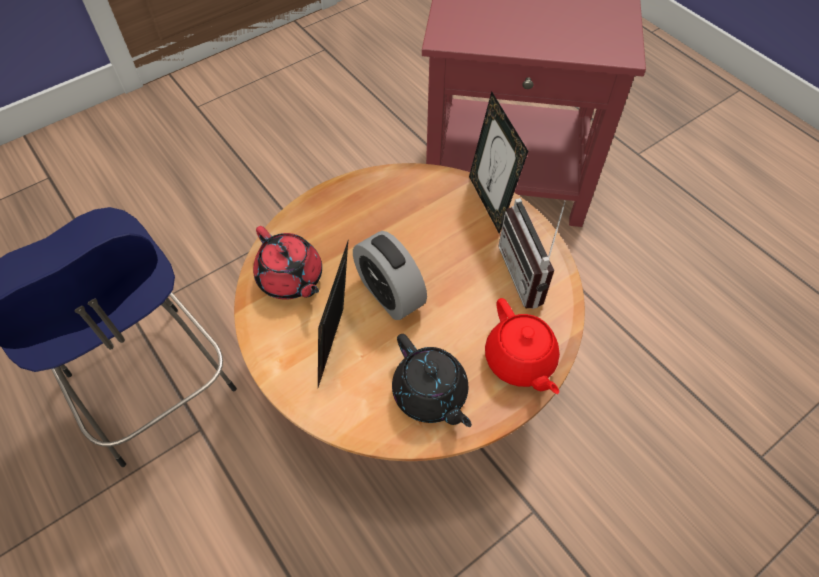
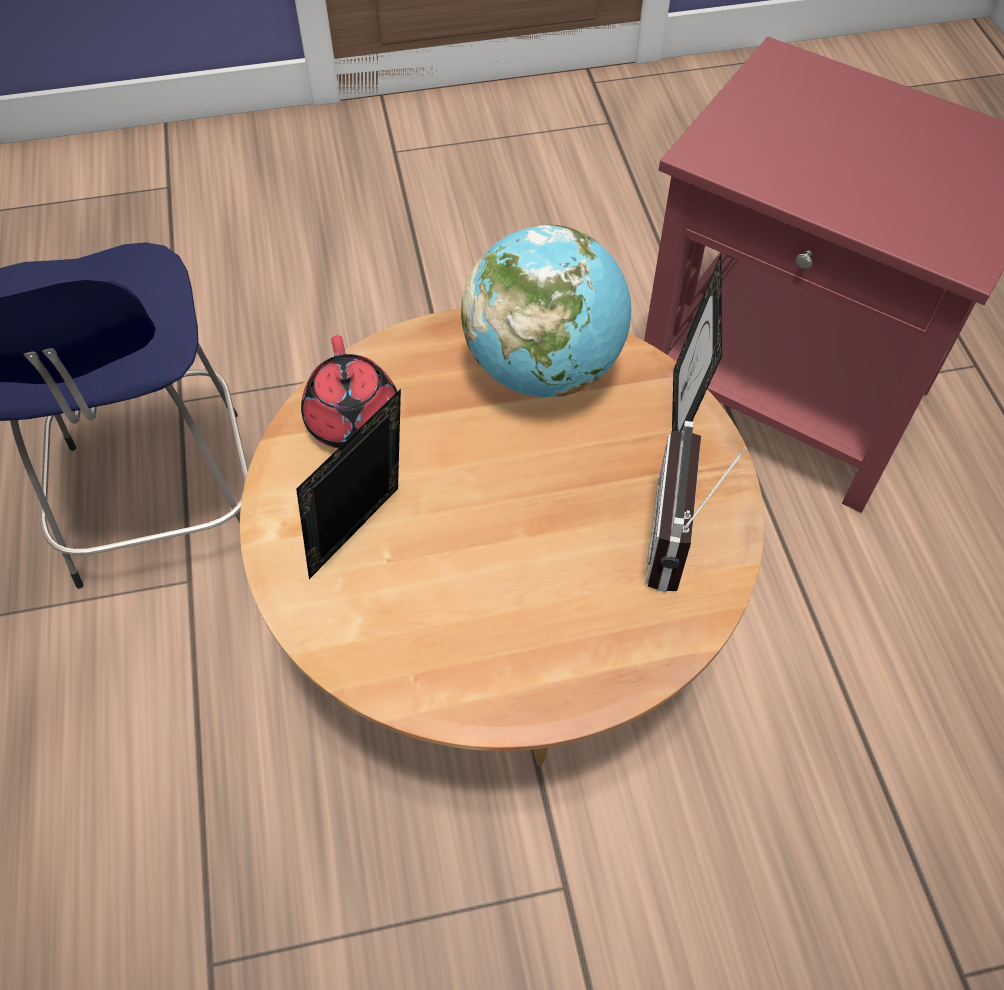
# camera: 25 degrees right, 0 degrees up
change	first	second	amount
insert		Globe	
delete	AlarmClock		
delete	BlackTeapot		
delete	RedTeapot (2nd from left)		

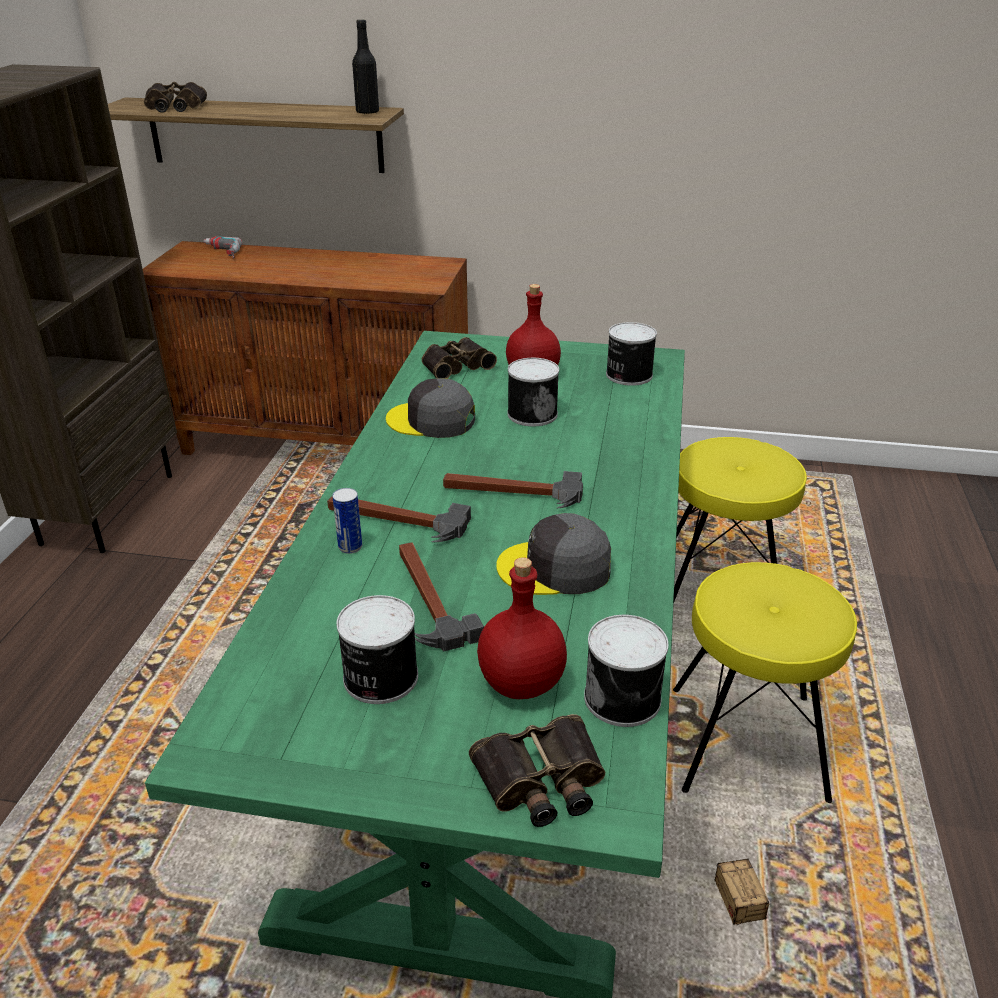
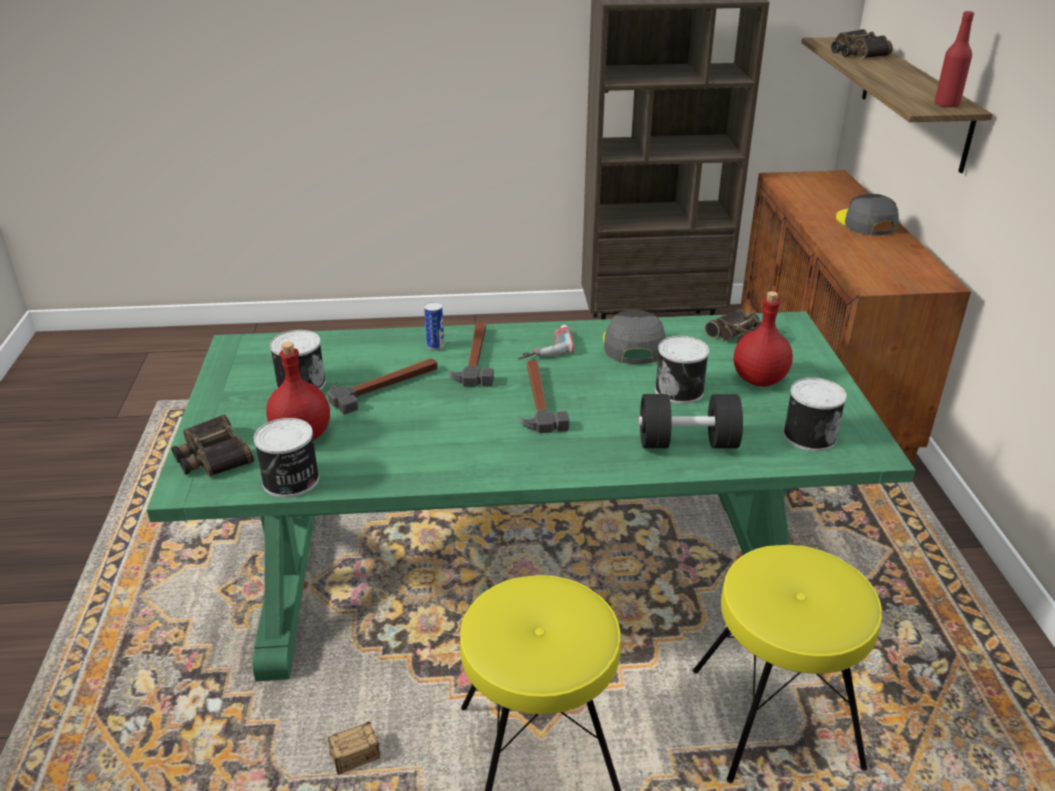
# camera: 75 degrees right, 0 degrees up
change	first	second	amount
move	PowerDrill		
insert		BlackDumbbell	
move	GreyCap (2nd from left)		
recolor	BlackBottle	RedBottle (3rd from left)	

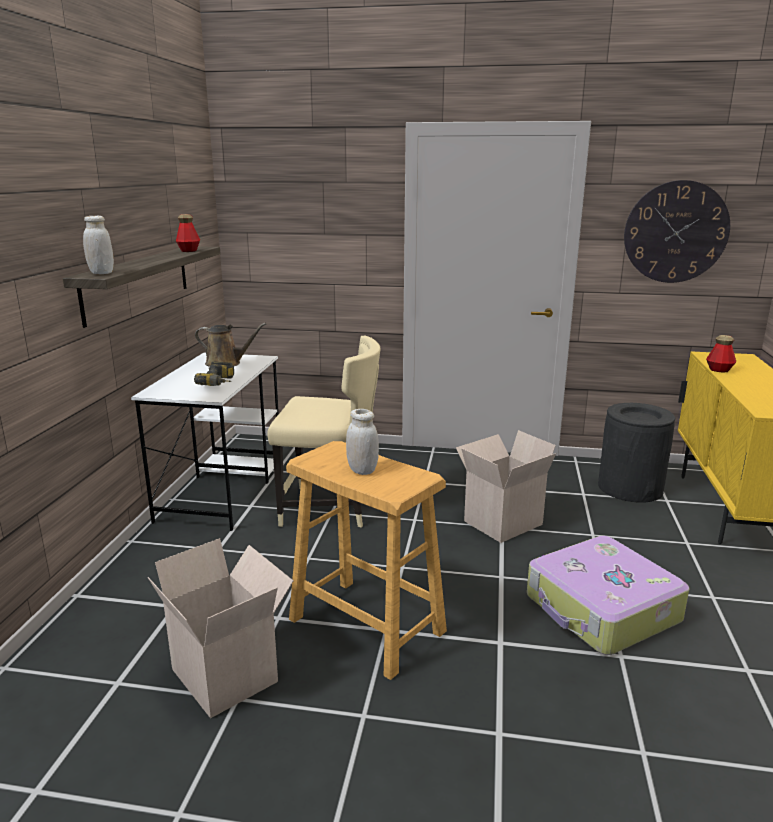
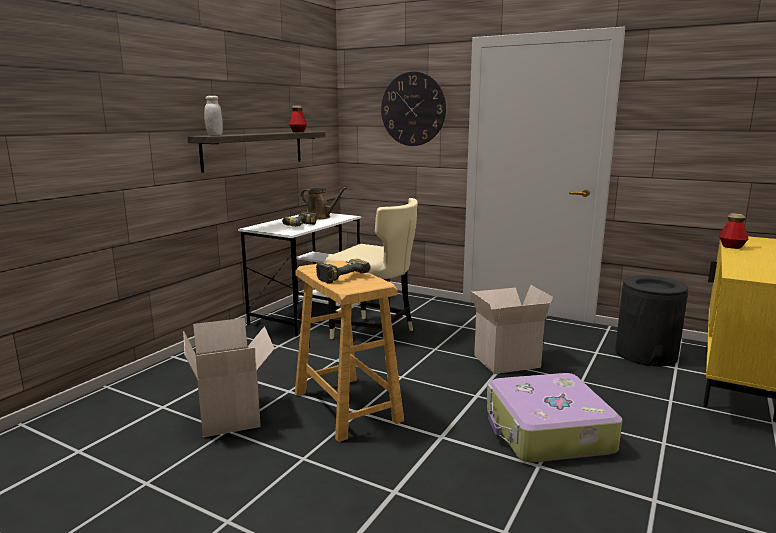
# camera: 20 degrees right, 5 degrees down
change	first	second	amount
replace	WhiteJar (2nd from left)	PowerDrill (2nd from left)	
move	WallClock		

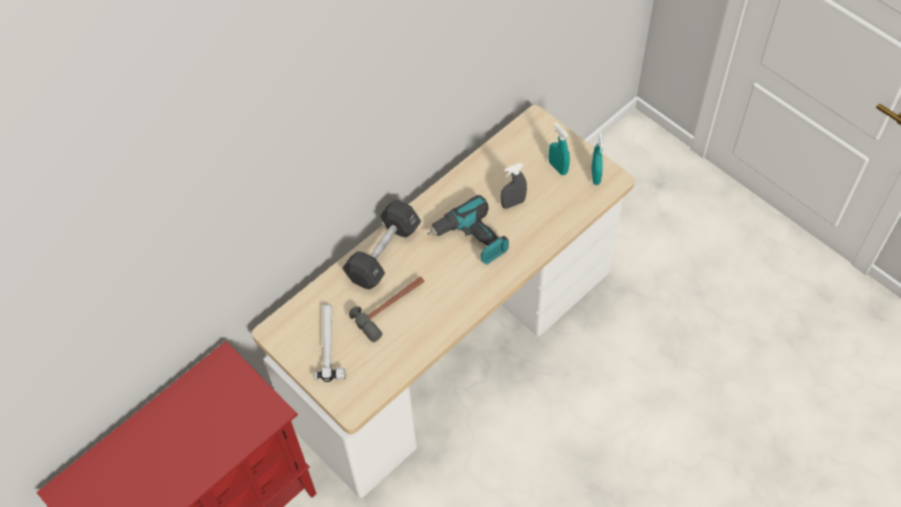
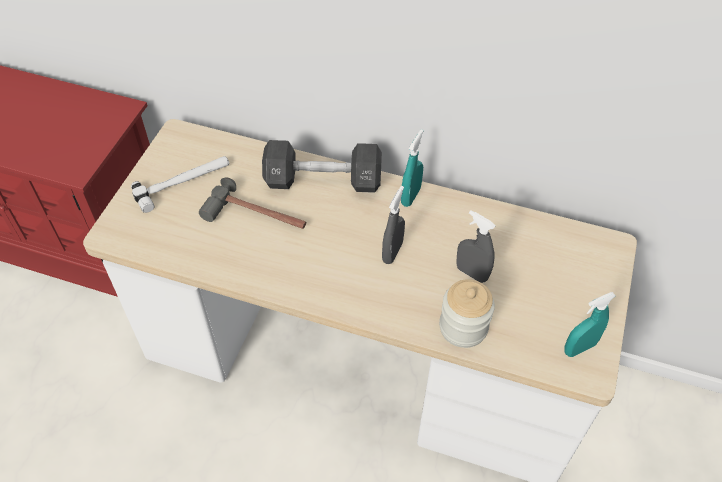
# camera: 60 degrees right, 5 degrees down
change	first	second	amount
replace	PowerDrill	GreySprayBottle (1st from left)	
move	TurquoiseSprayBottle (1st from left)		
insert		Jar	

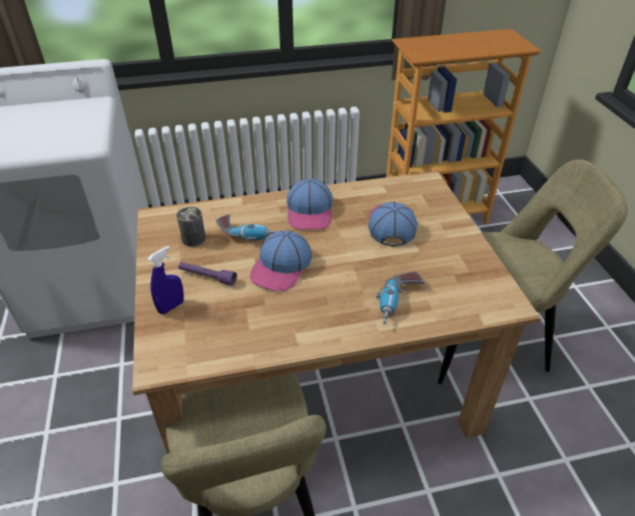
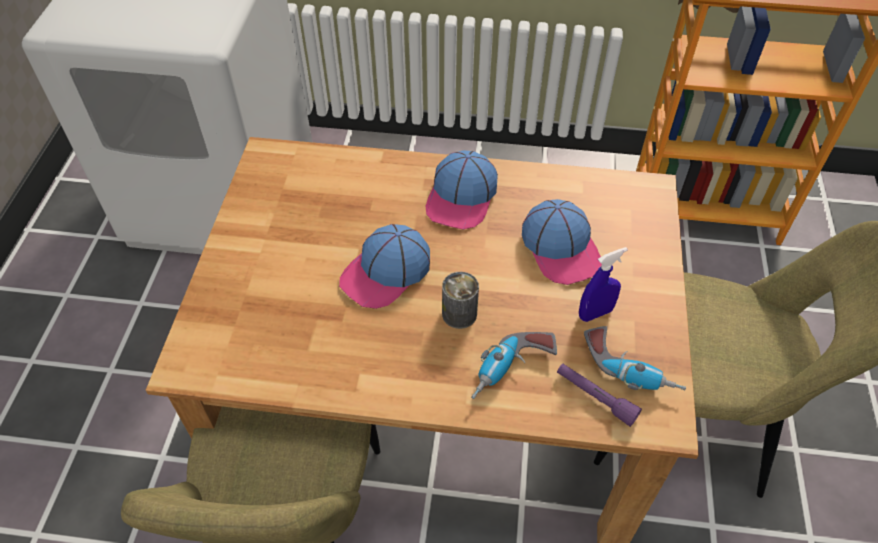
# camera: 20 degrees right, 10 degrees up
change	first	second	amount
move	Can		
rotate	Cap (3rd from left)		135 degrees clockwise
move	PurpleFlashlight		
move	BlueSprayBottle		
move	PowerDrill (1st from left in the first image)	PowerDrill (2nd from left)	

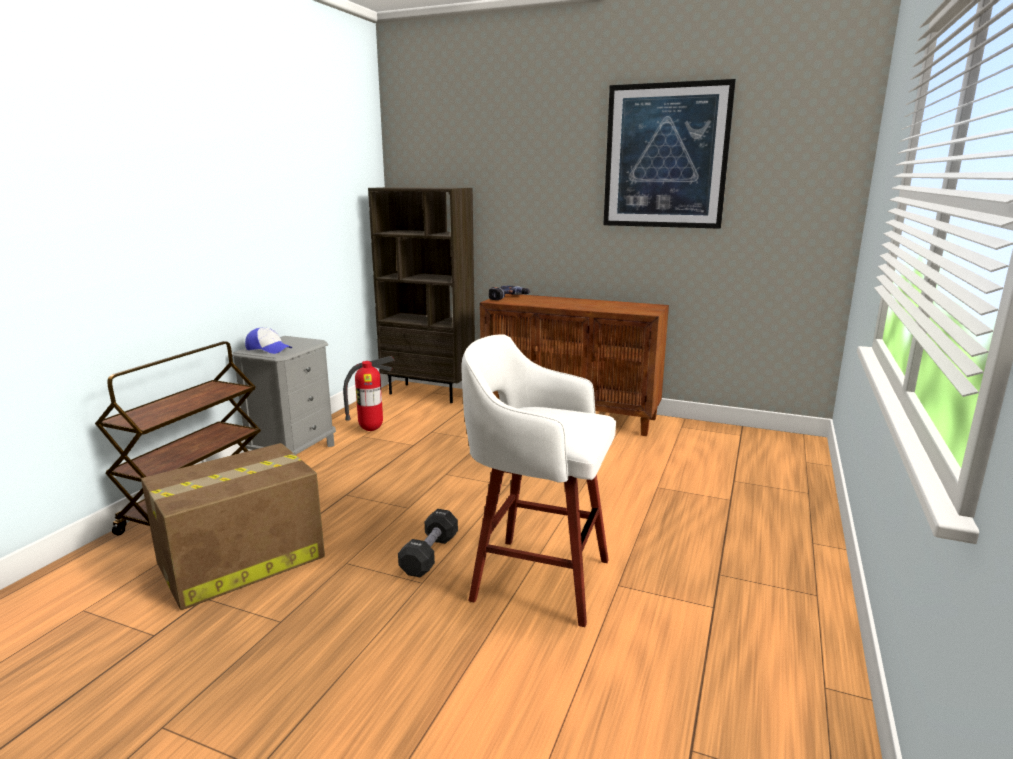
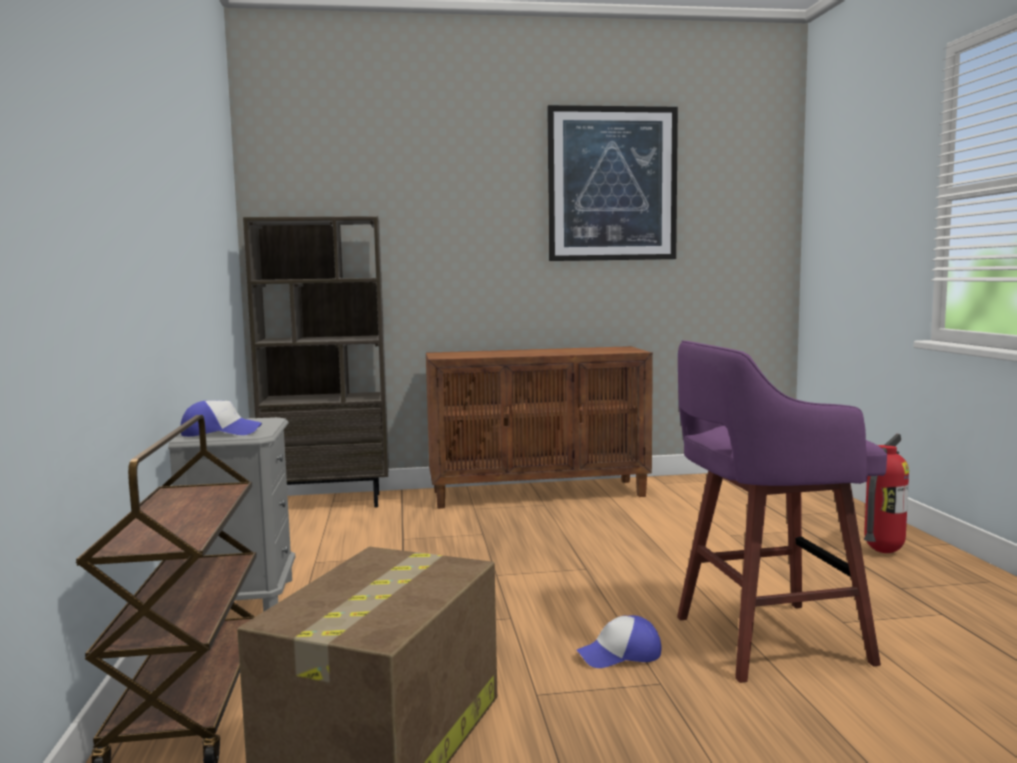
# camera: 30 degrees left, 10 degrees down
change	first	second	amount
replace	BlackDumbbell	Cap (2nd from left)	
recolor	WhiteStool	PurpleStool	
move	FireExtinguisher		
delete	PowerDrill		

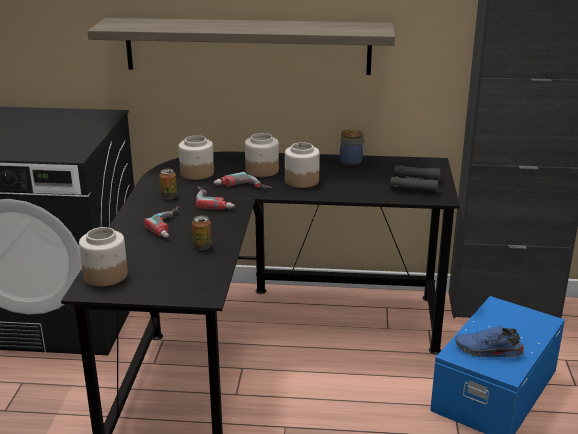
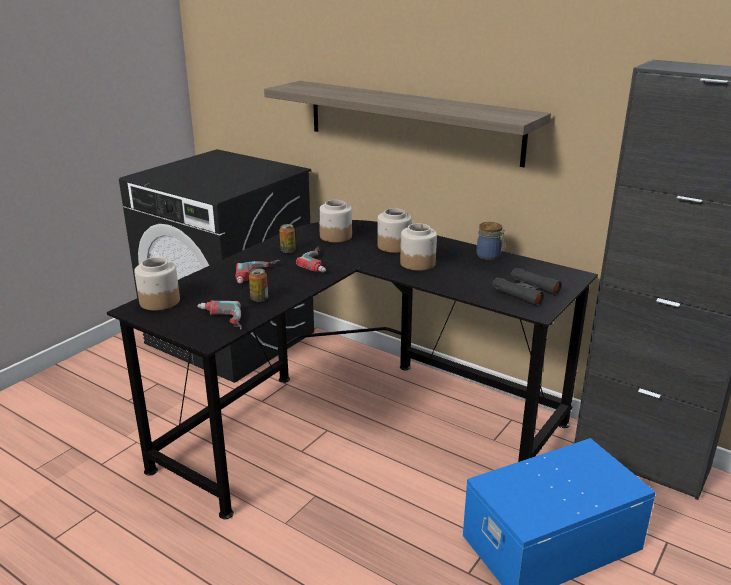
# camera: 30 degrees right, 0 degrees up
change	first	second	amount
move	PowerDrill (3rd from left in the first image)	PowerDrill (1st from left)	
delete	BlueShoe		

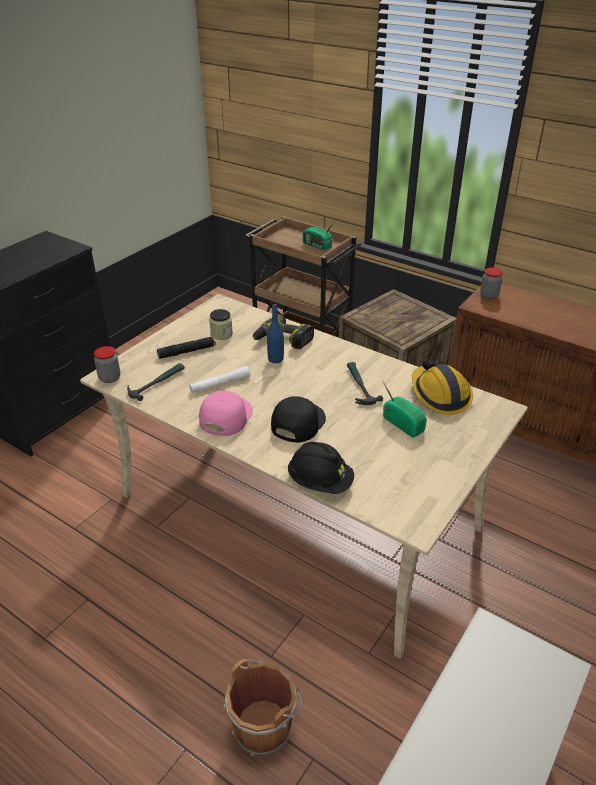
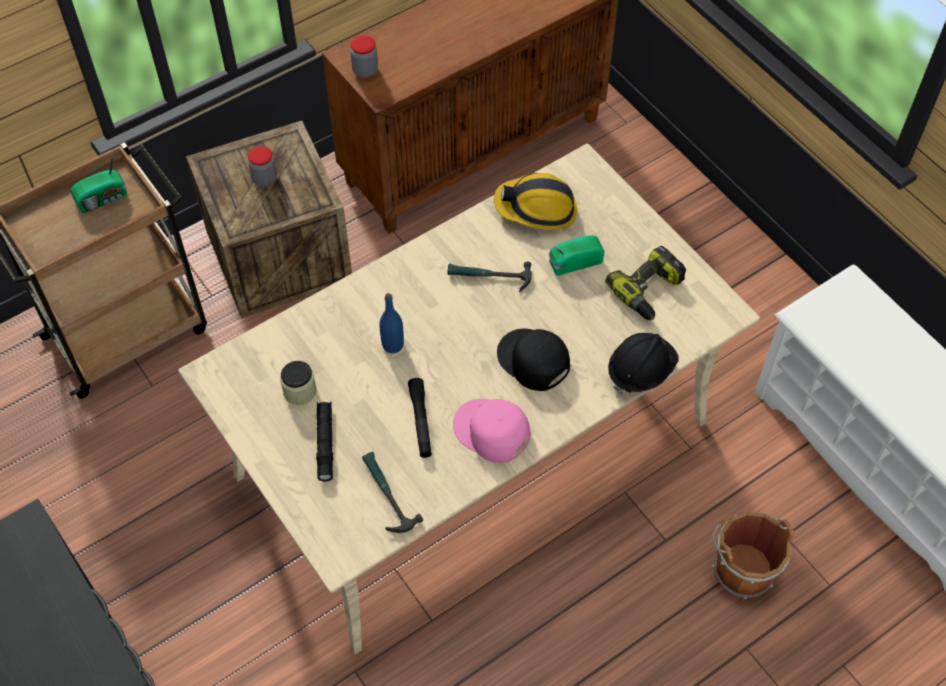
# camera: 70 degrees left, 20 degrees up
change	first	second	amount
move	Jar (1st from left)		
recolor	WhiteFlashlight	BlackFlashlight (2nd from left)	
move	PowerDrill		

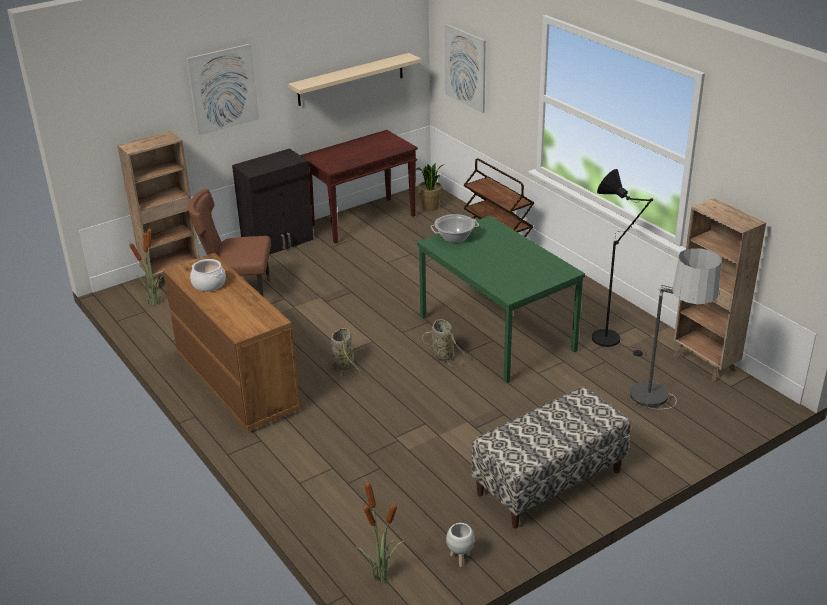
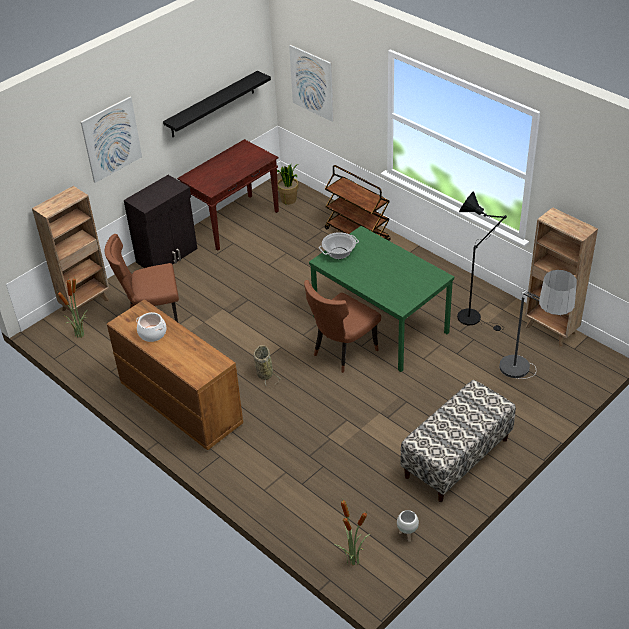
# camera: 10 degrees left, 10 degrees up
change	first	second	amount
recolor	BeigeShelf	BlackShelf	
replace	Basket (2nd from left)	BrownChair (2nd from left)	

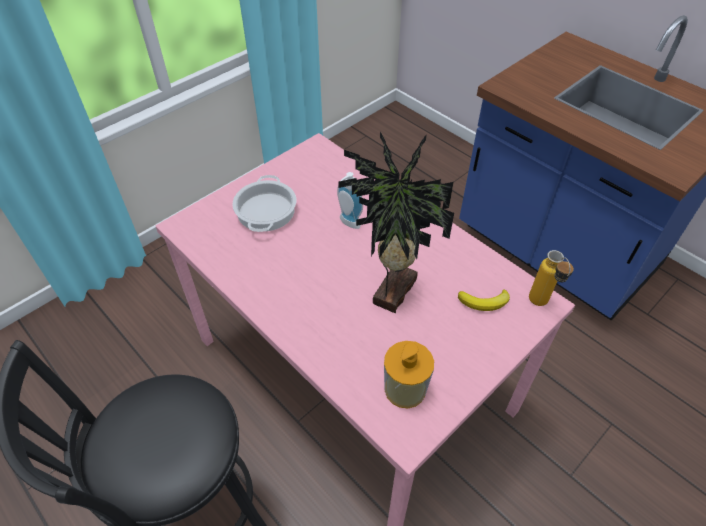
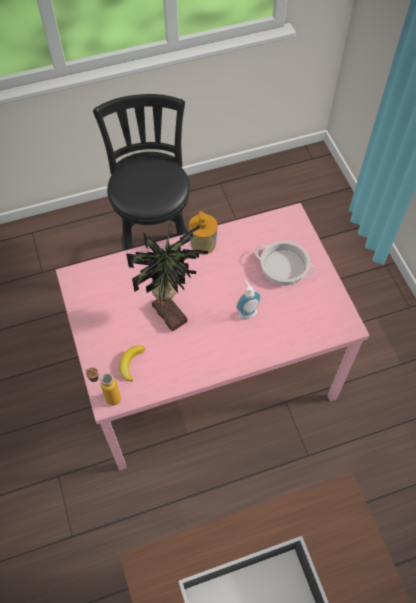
# camera: 115 degrees right, 10 degrees up
change	first	second	amount
move	SoapDispenser (2nd from left in the first image)	SoapDispenser (1st from left)	

